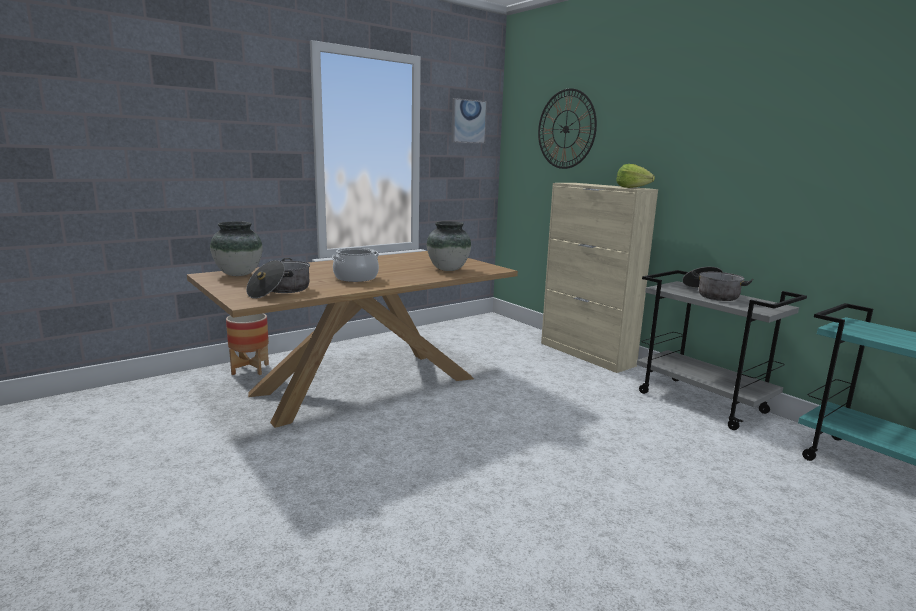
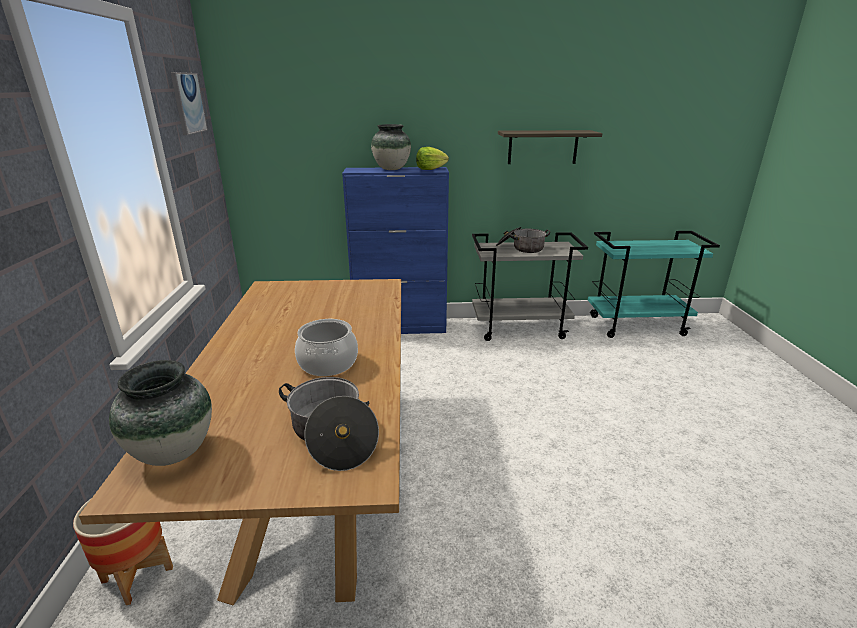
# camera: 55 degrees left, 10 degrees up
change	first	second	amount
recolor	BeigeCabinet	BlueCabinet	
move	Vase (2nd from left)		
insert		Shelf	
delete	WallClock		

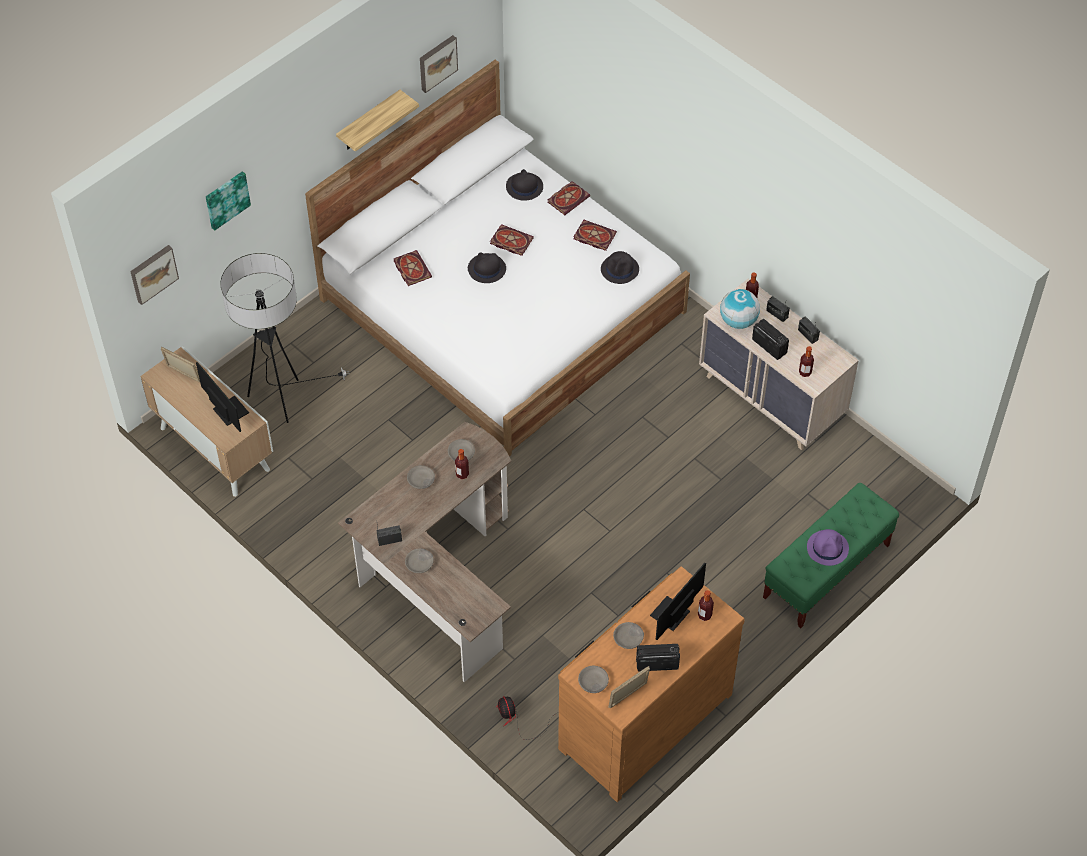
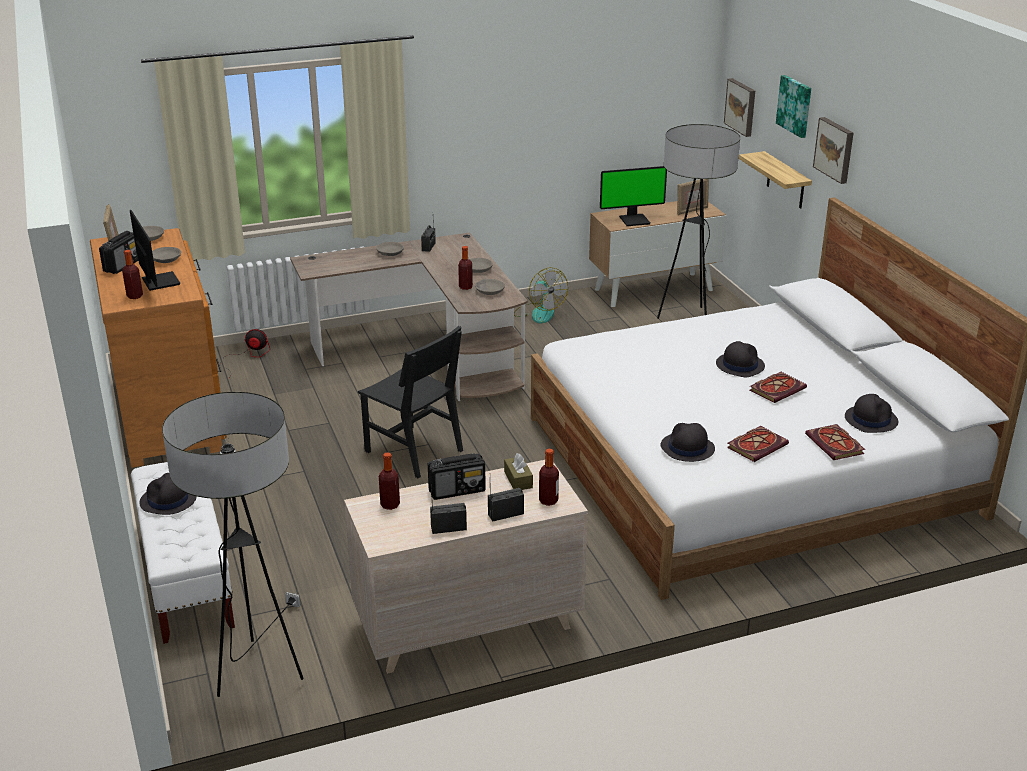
# camera: 115 degrees right, 25 degrees down
change	first	second	amount
recolor	GreenBench	WhiteBench	
recolor	PurpleHat	BlackHat (1st from left)	
insert		FloorLamp (1st from left)	
insert		BlackChair	
replace	Globe	BrownTissueBox	
insert		Fan (2nd from left)	
move	Shelf		
move	Picture (3rd from left)		
delete	Book (1st from left)		

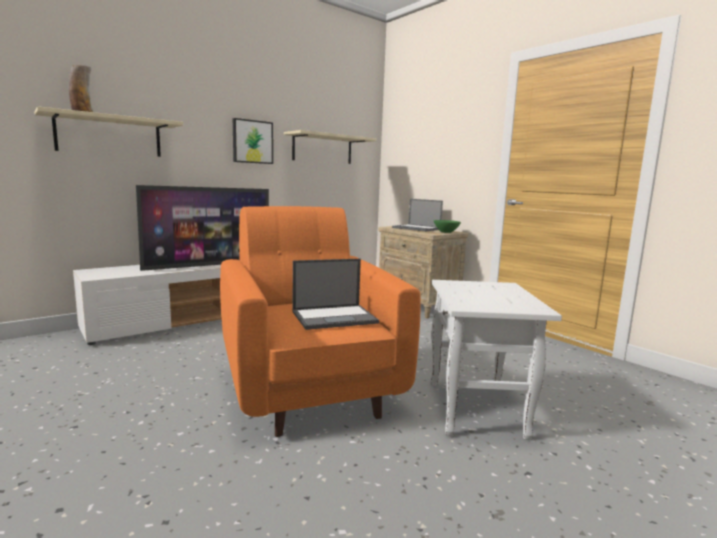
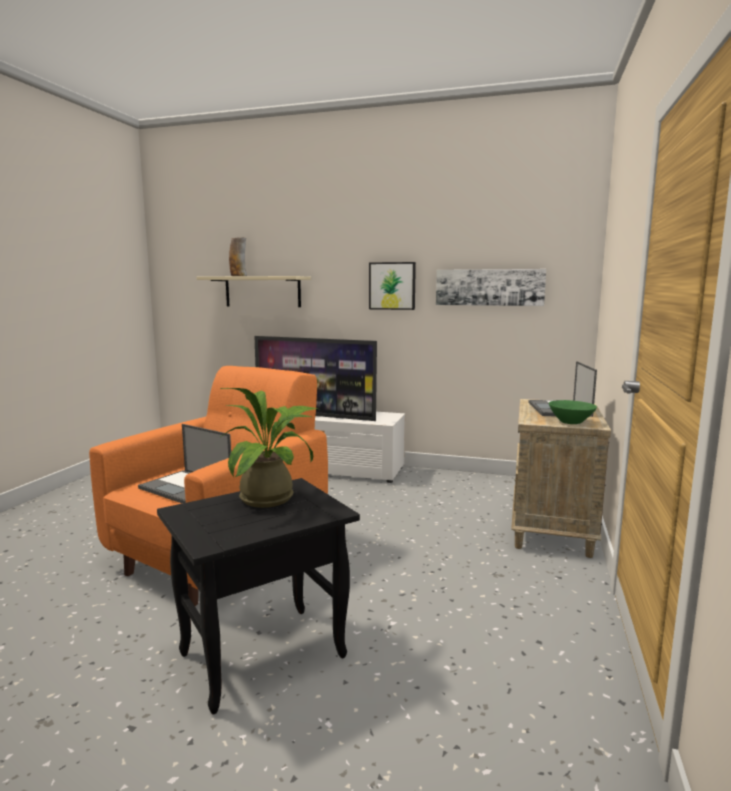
# camera: 55 degrees right, 0 degrees up
change	first	second	amount
recolor	WhiteSideTable	BlackSideTable	
insert		PottedPlant	
replace	BeigeShelf (2nd from left)	Picture (2nd from left)	

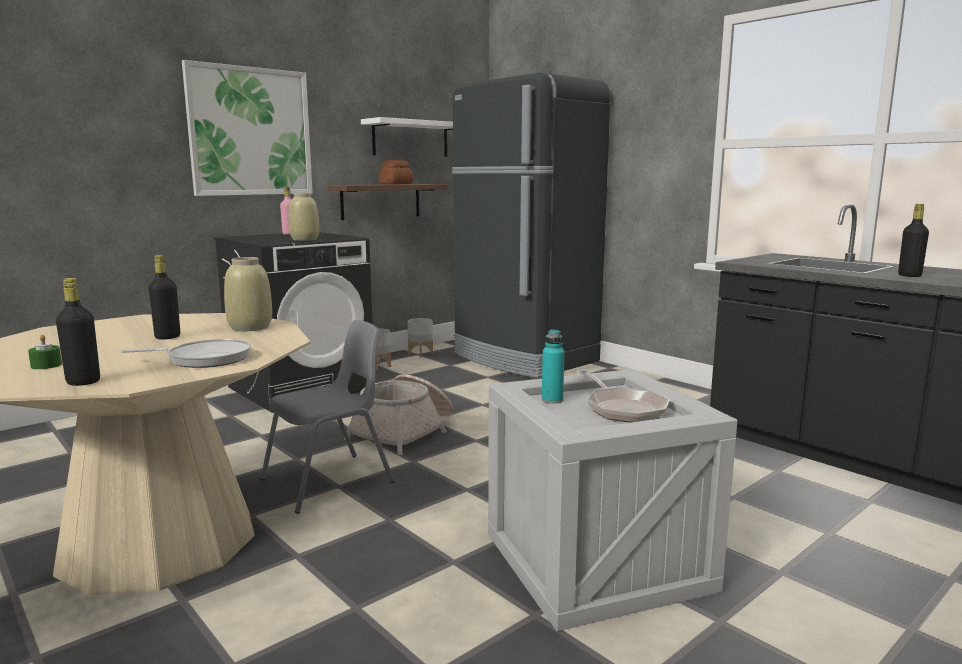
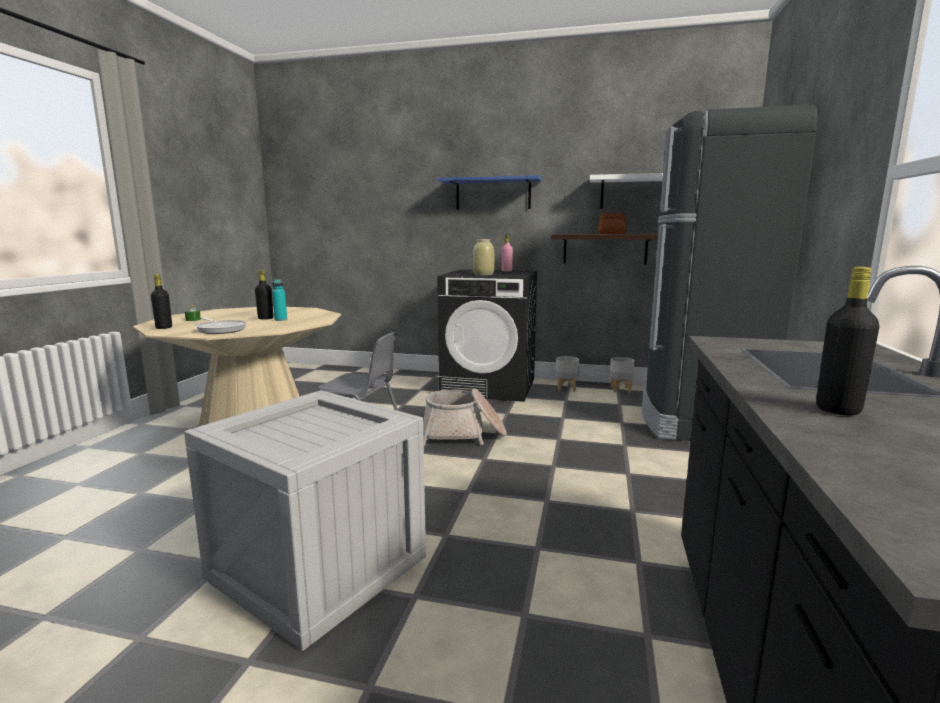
# camera: 55 degrees right, 0 degrees up
change	first	second	amount
move	TurquoiseBottle		
replace	Picture	BlueShelf	
delete	BeigeVase (1st from left)		
delete	FryingPan (2nd from left)		

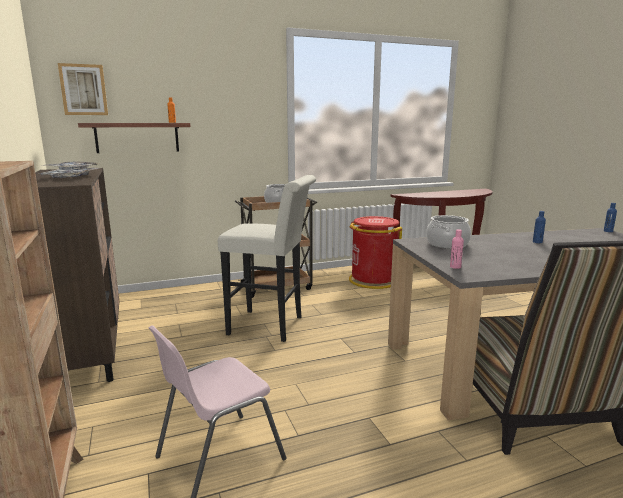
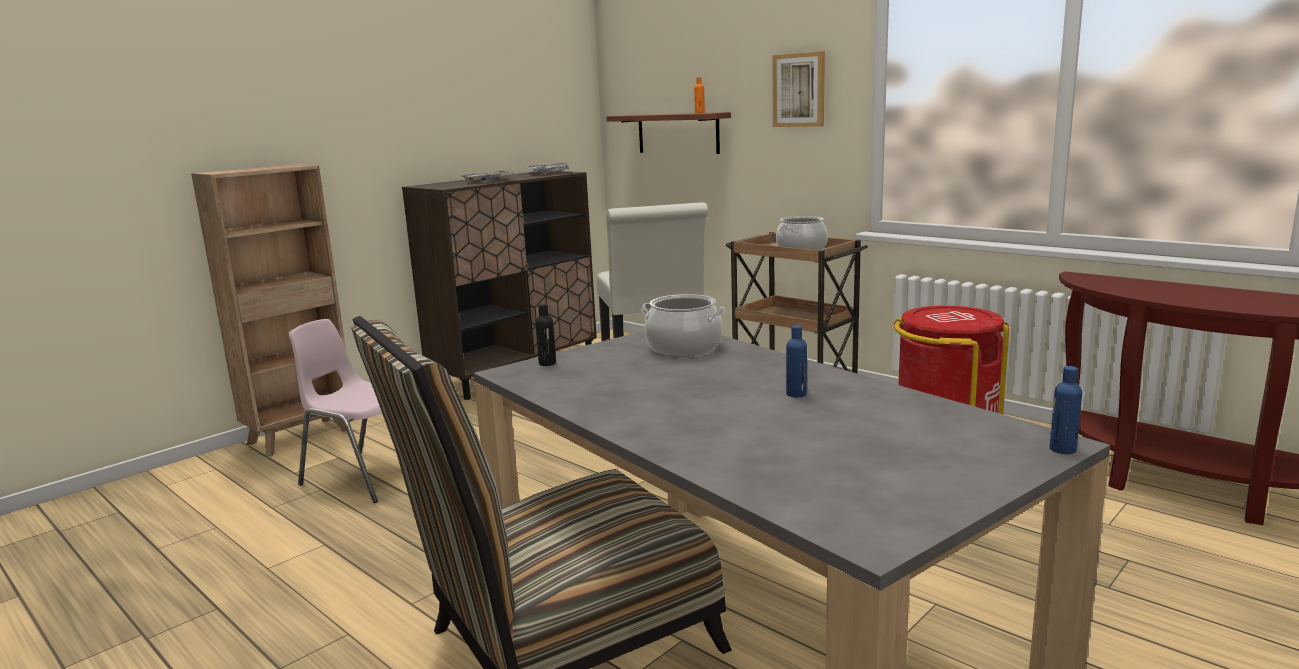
# camera: 65 degrees right, 0 degrees up
change	first	second	amount
recolor	PinkBottle	BlackBottle	
move	Picture		

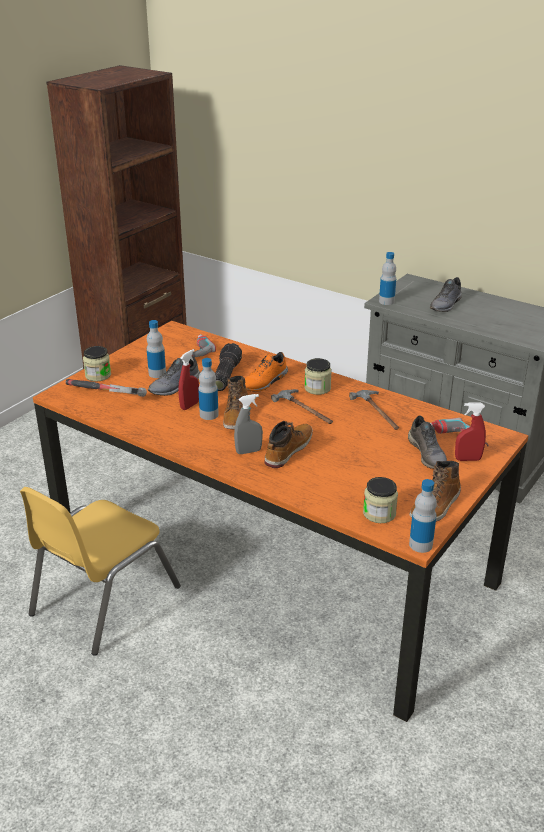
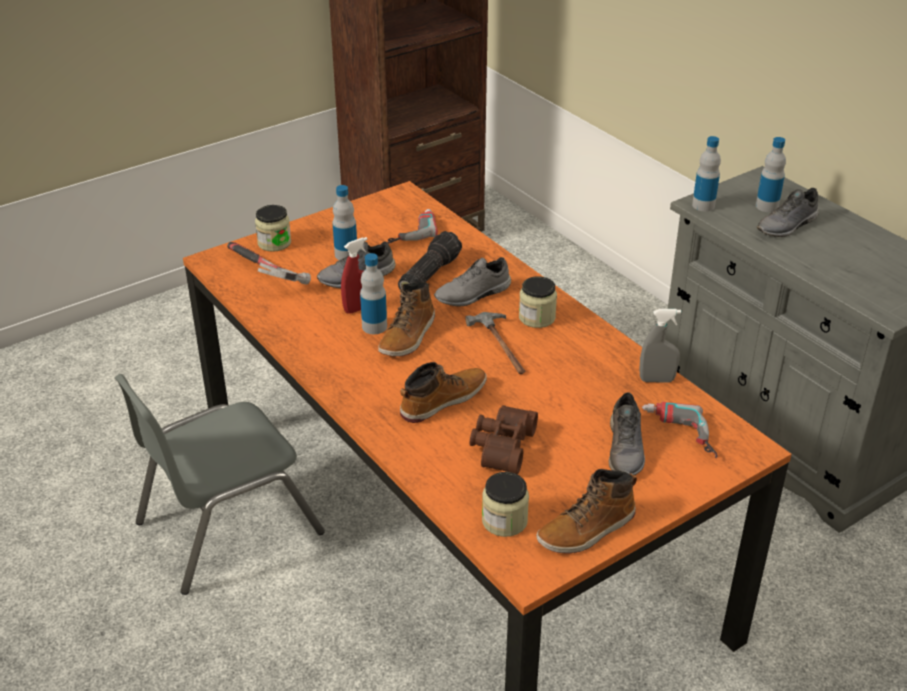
# camera: 20 degrees right, 5 degrees up
change	first	second	amount
recolor	YellowChair	GreyChair	
recolor	OrangeShoe	GreyShoe (2nd from left)	
insert		BrownBinoculars	
move	GreySprayBottle		
move	Bottle (4th from left)		
delete	Hammer (3rd from left)		
delete	RedSprayBottle (2nd from left)		

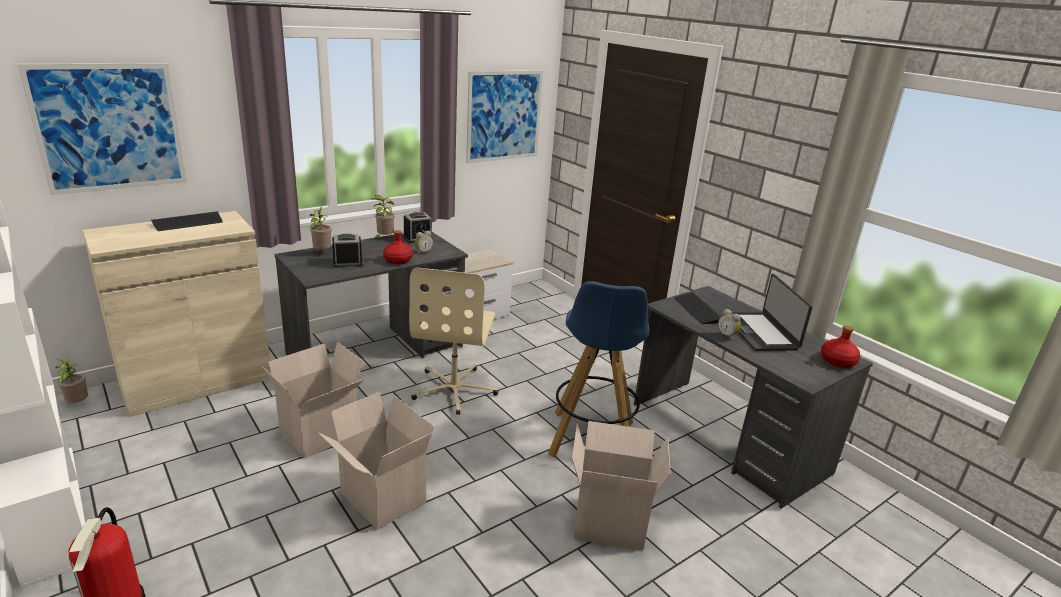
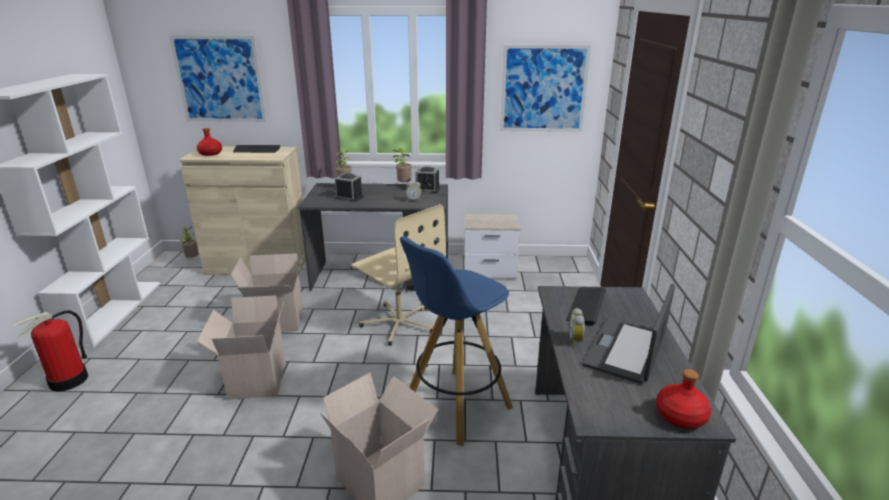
# camera: 40 degrees right, 0 degrees up
change	first	second	amount
move	RedBottle (1st from left)		
rotate	BeigeOfficeChair		90 degrees counterclockwise

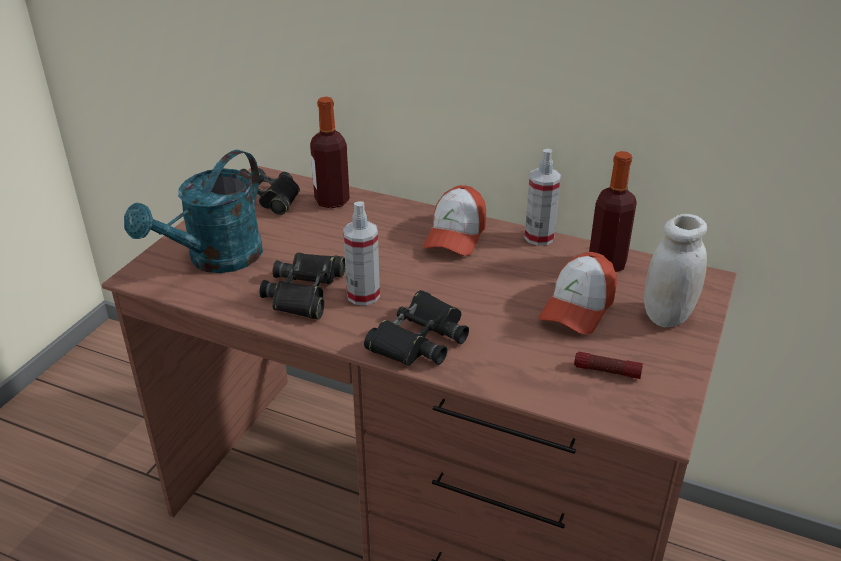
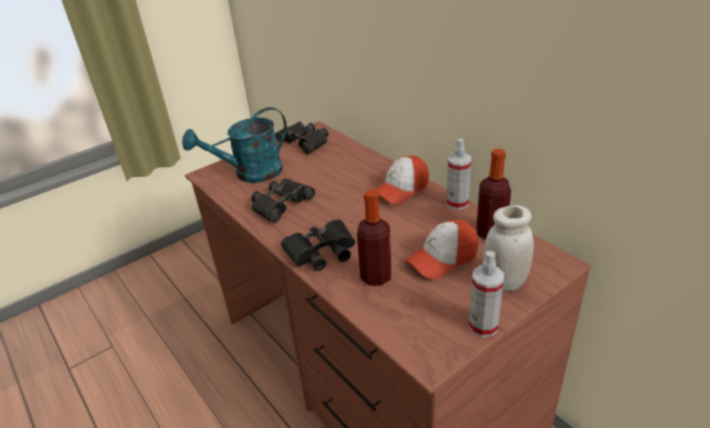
# camera: 30 degrees right, 0 degrees up
change	first	second	amount
move	Bottle (1st from left)		
move	SprayBottle (1st from left in the first image)	SprayBottle (2nd from left)	
delete	Flashlight		

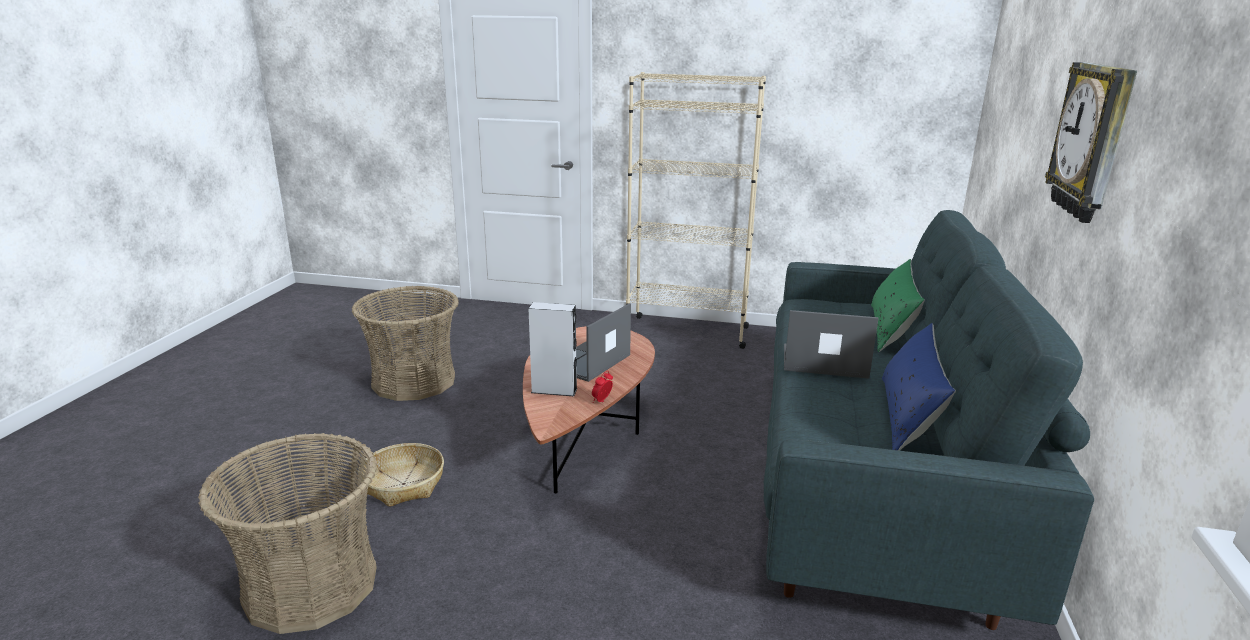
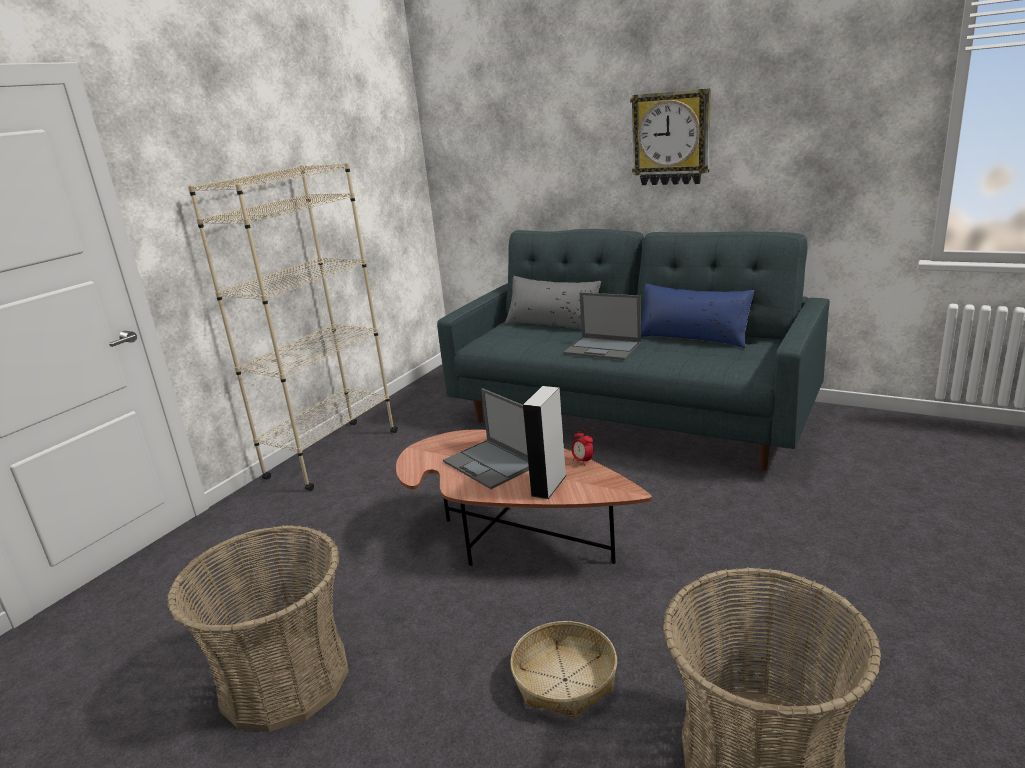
# camera: 70 degrees left, 0 degrees up
change	first	second	amount
recolor	GreenPillow	GreyPillow	
rotate	Laptop (2nd from left)		90 degrees counterclockwise

